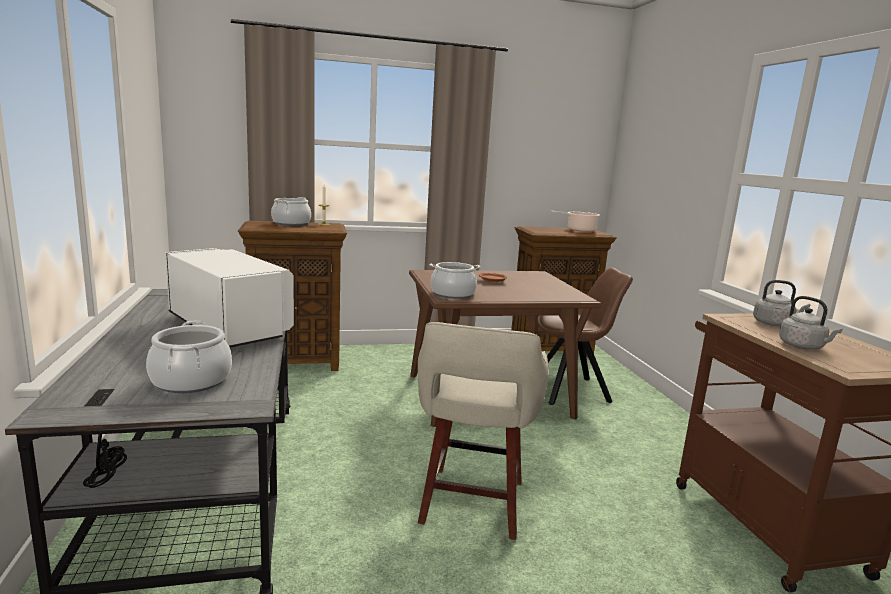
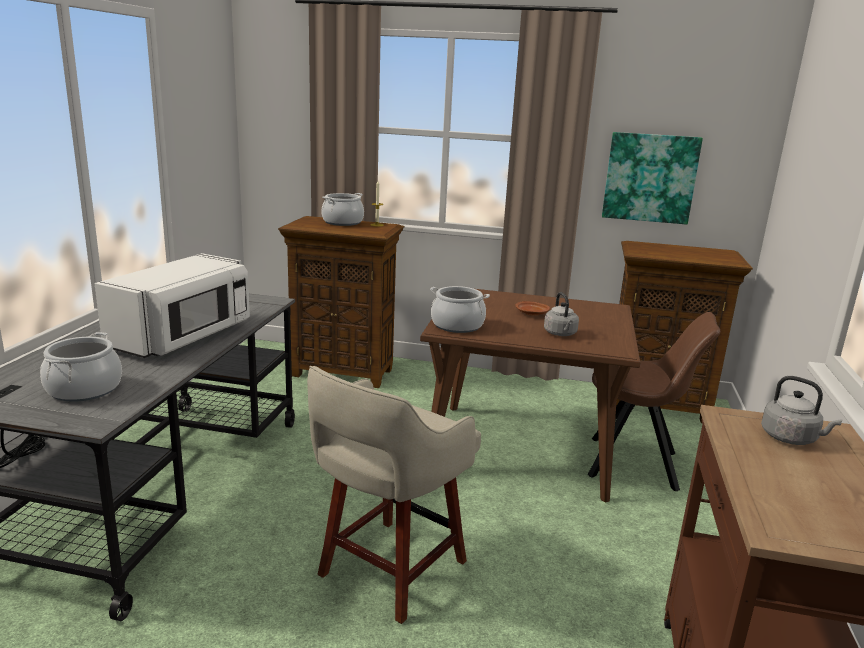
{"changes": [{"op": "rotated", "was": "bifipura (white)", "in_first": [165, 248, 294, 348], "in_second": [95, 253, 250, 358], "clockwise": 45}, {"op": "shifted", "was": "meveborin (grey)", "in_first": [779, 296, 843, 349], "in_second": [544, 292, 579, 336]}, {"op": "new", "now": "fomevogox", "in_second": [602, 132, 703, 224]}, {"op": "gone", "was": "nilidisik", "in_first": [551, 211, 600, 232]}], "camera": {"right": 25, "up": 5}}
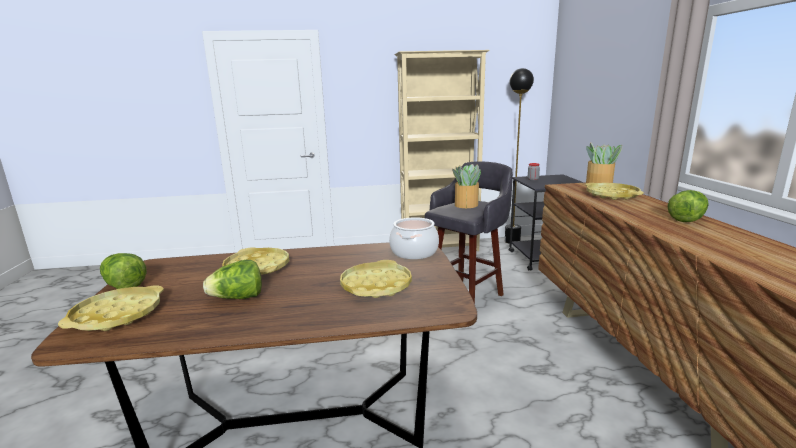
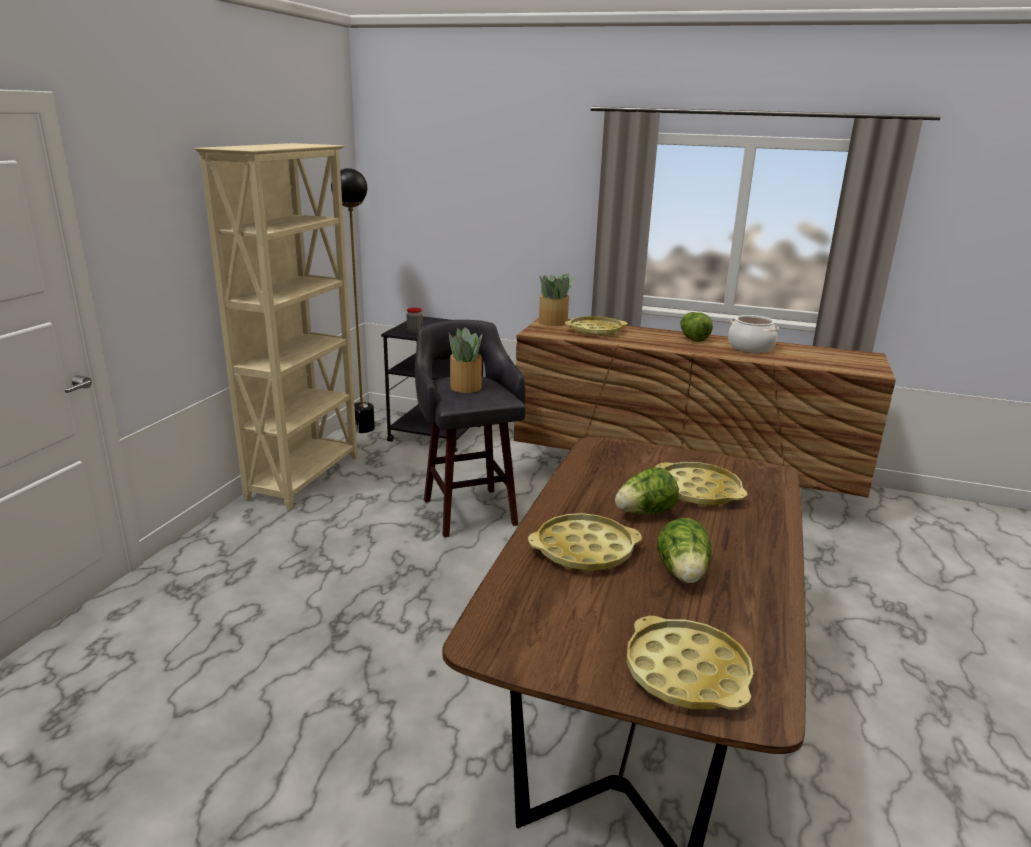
{"changes": [{"op": "shifted", "was": "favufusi", "in_first": [100, 253, 147, 289], "in_second": [615, 468, 679, 514]}, {"op": "shifted", "was": "nilidisik", "in_first": [389, 217, 439, 259], "in_second": [728, 315, 779, 353]}], "camera": {"right": -65, "up": 5}}
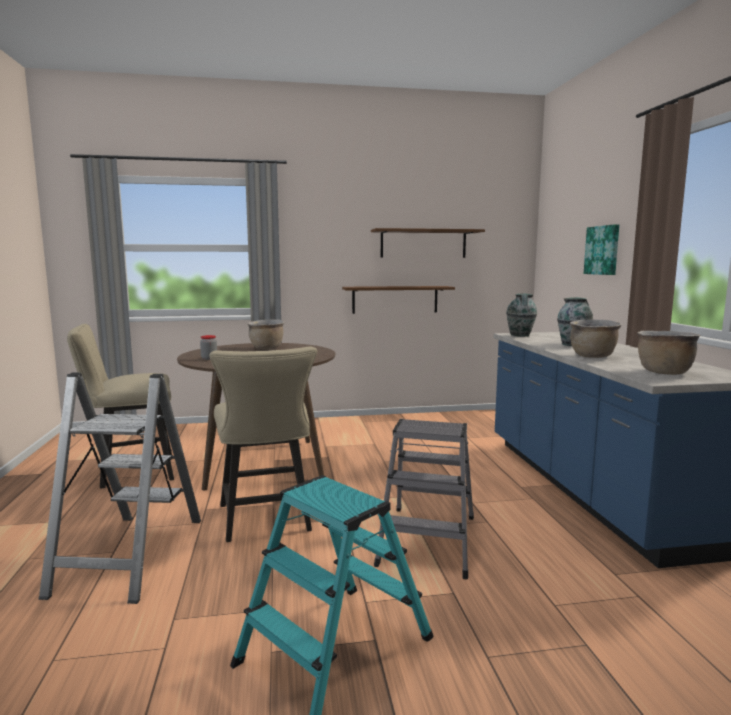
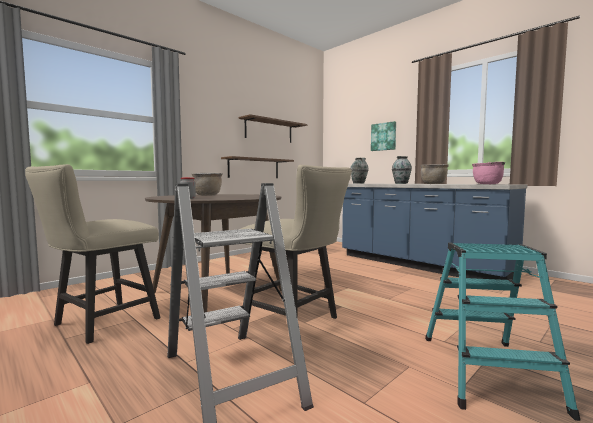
{"changes": [{"op": "repainted", "was": "nilidisik (brown)", "now": "nilidisik (pink)", "in_first": [637, 331, 700, 375], "in_second": [472, 162, 505, 184]}, {"op": "gone", "was": "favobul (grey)", "in_first": [374, 419, 474, 580]}], "camera": {"right": -35, "up": -5}}
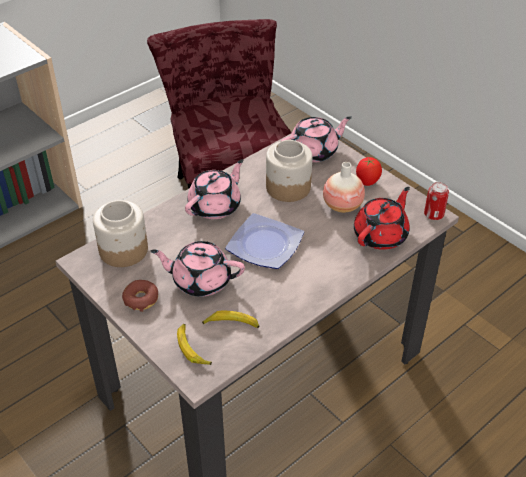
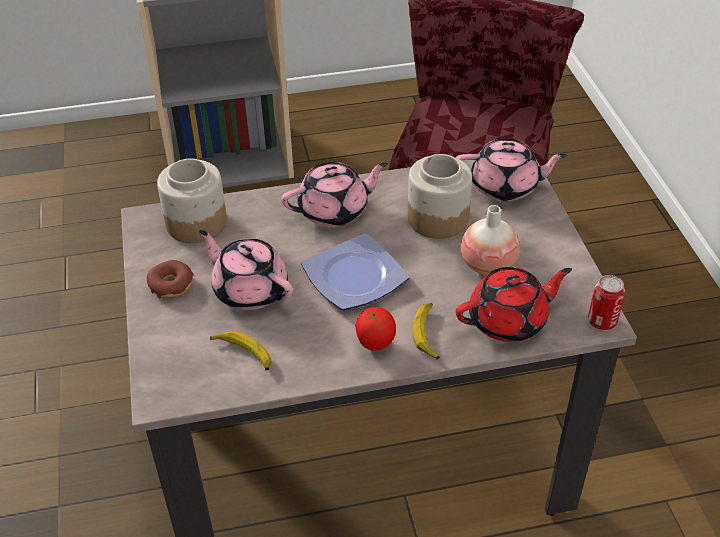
{"changes": [{"op": "shifted", "was": "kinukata", "in_first": [356, 157, 382, 186], "in_second": [355, 307, 396, 351]}, {"op": "shifted", "was": "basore", "in_first": [177, 324, 212, 365], "in_second": [413, 303, 440, 359]}], "camera": {"right": 30, "up": 0}}
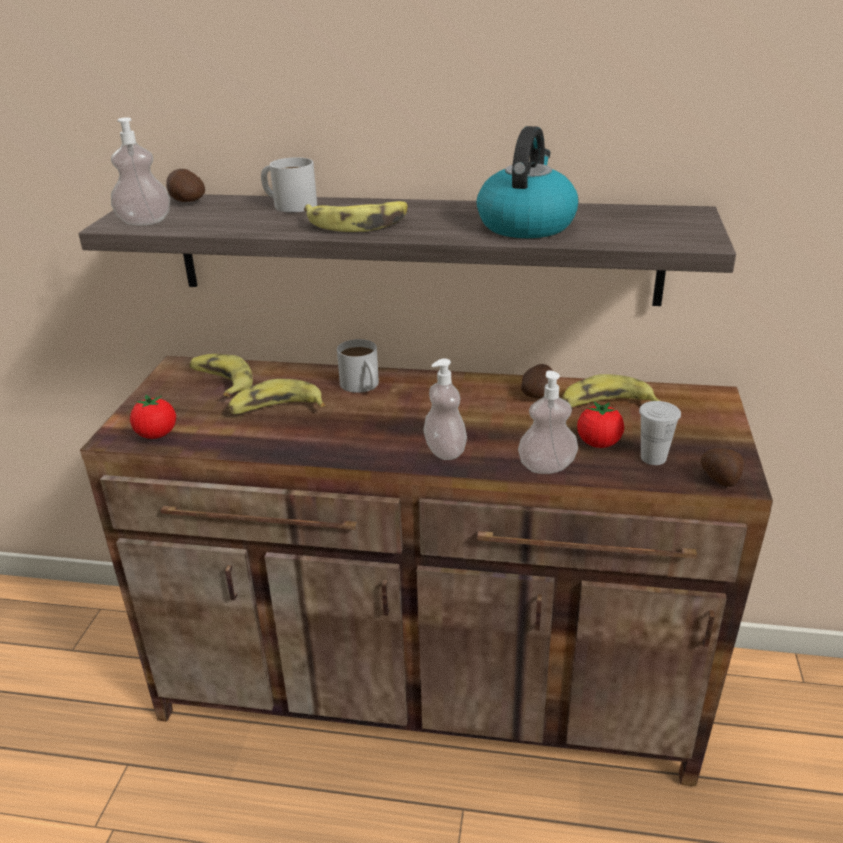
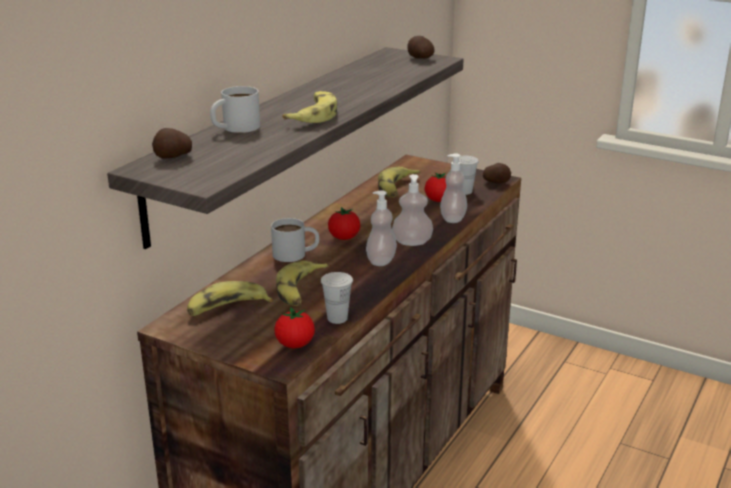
{"changes": [{"op": "new", "now": "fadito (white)", "in_second": [321, 272, 353, 324]}, {"op": "new", "now": "kinukata", "in_second": [328, 207, 360, 240]}, {"op": "shifted", "was": "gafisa", "in_first": [111, 117, 170, 226], "in_second": [366, 190, 397, 266]}, {"op": "shifted", "was": "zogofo", "in_first": [521, 364, 553, 398], "in_second": [407, 36, 435, 59]}, {"op": "gone", "was": "meveborin", "in_first": [477, 126, 578, 238]}], "camera": {"right": -70, "up": -5}}
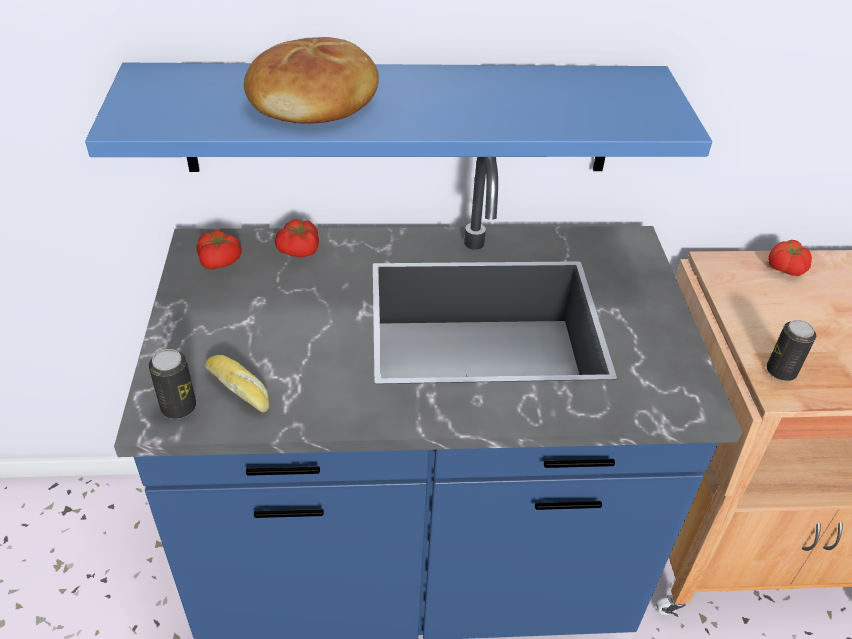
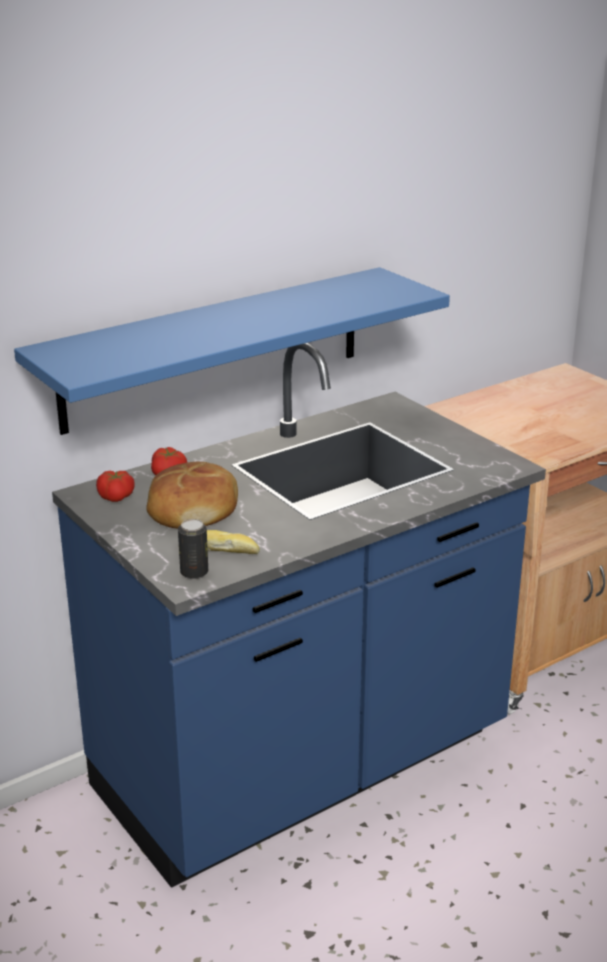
{"changes": [{"op": "shifted", "was": "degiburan", "in_first": [244, 37, 379, 124], "in_second": [146, 462, 238, 528]}, {"op": "gone", "was": "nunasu", "in_first": [766, 320, 816, 381]}, {"op": "gone", "was": "kinukata", "in_first": [768, 240, 812, 276]}], "camera": {"right": -30, "up": -15}}
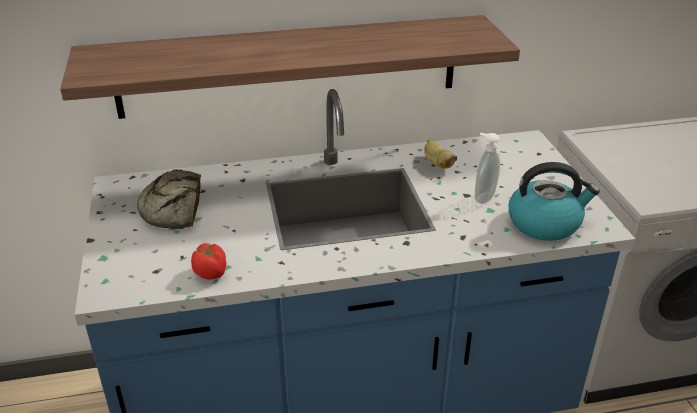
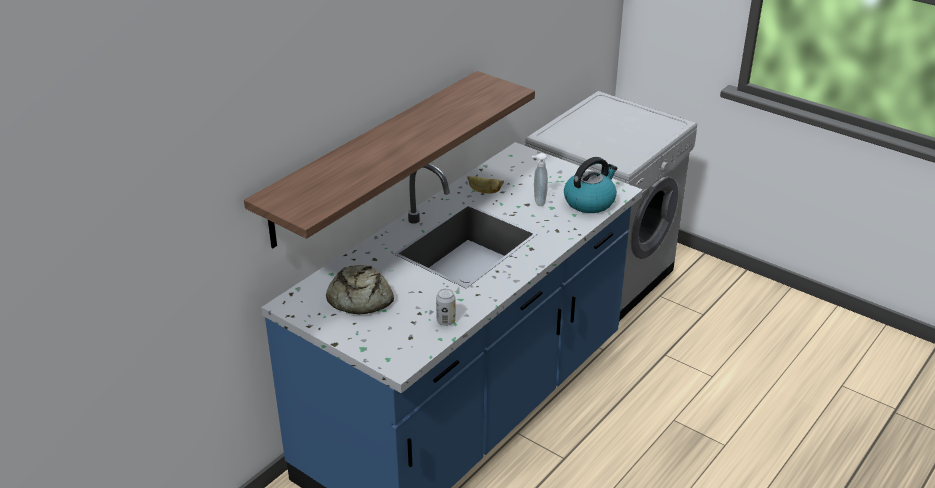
{"changes": [{"op": "swapped", "was": "kinukata", "now": "nunasu", "in_first": [191, 243, 226, 280], "in_second": [436, 289, 456, 326]}], "camera": {"right": -40, "up": 0}}
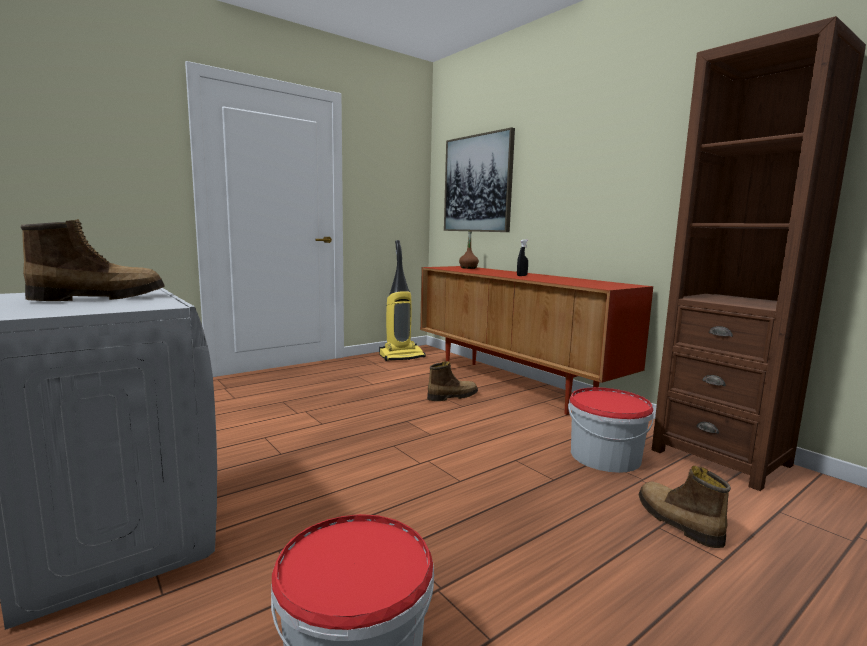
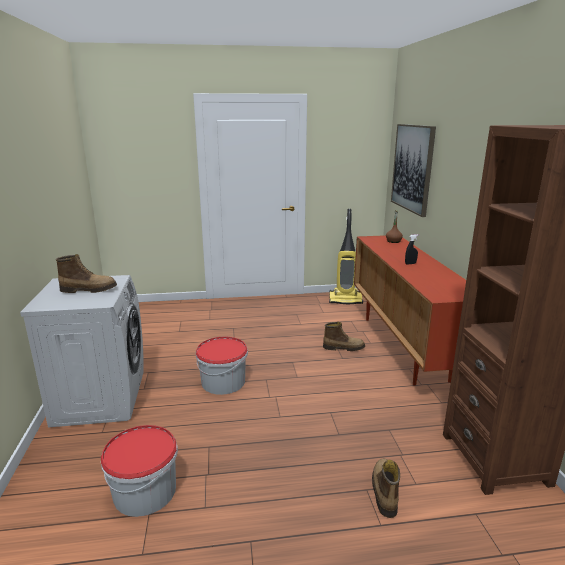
{"changes": [{"op": "shifted", "was": "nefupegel", "in_first": [568, 387, 654, 473], "in_second": [196, 336, 248, 395]}], "camera": {"right": 30, "up": 10}}
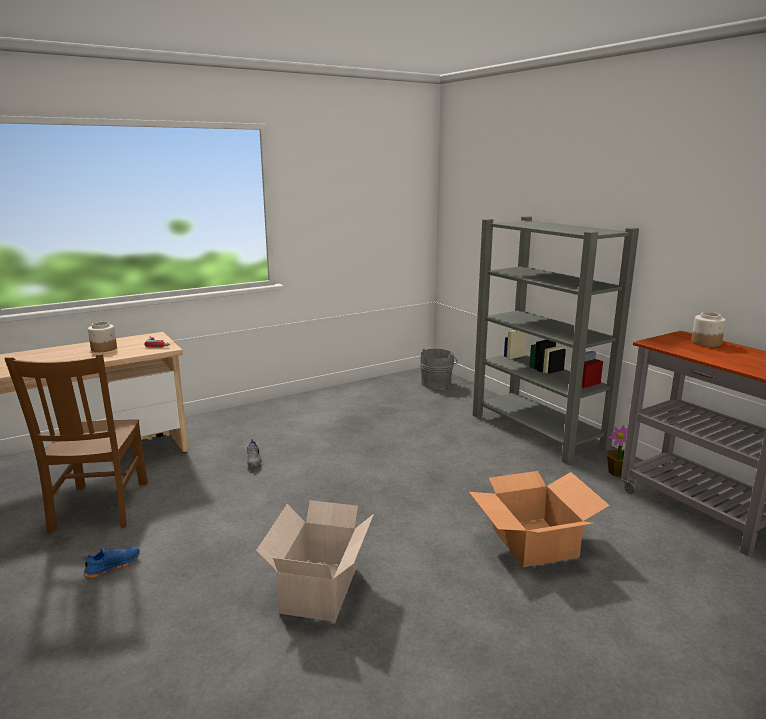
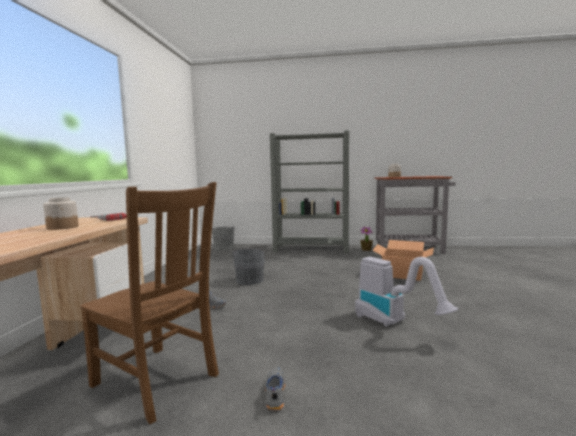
{"changes": [{"op": "new", "now": "nefupegel (grey)", "in_second": [232, 249, 266, 285]}, {"op": "repainted", "was": "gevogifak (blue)", "now": "gevogifak (grey)", "in_first": [83, 546, 140, 578], "in_second": [265, 367, 285, 411]}, {"op": "swapped", "was": "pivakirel", "now": "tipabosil", "in_first": [256, 500, 374, 622], "in_second": [355, 257, 458, 327]}], "camera": {"right": -50, "up": -10}}
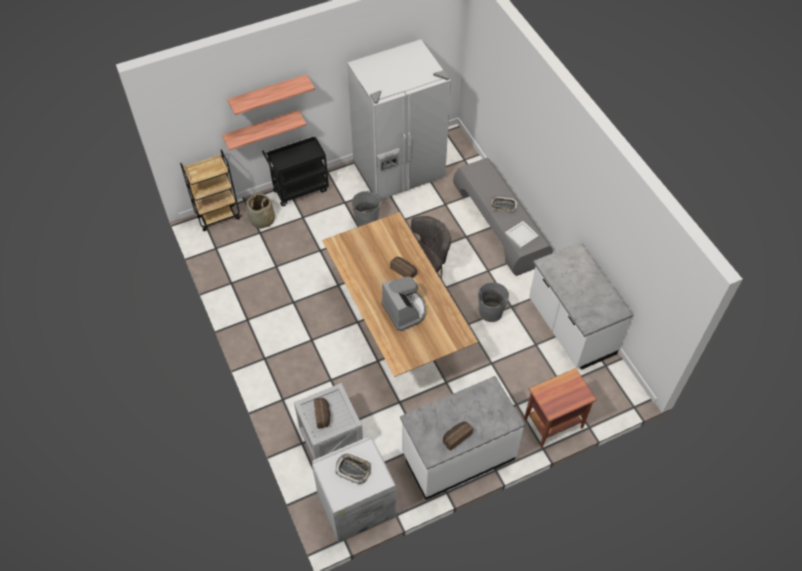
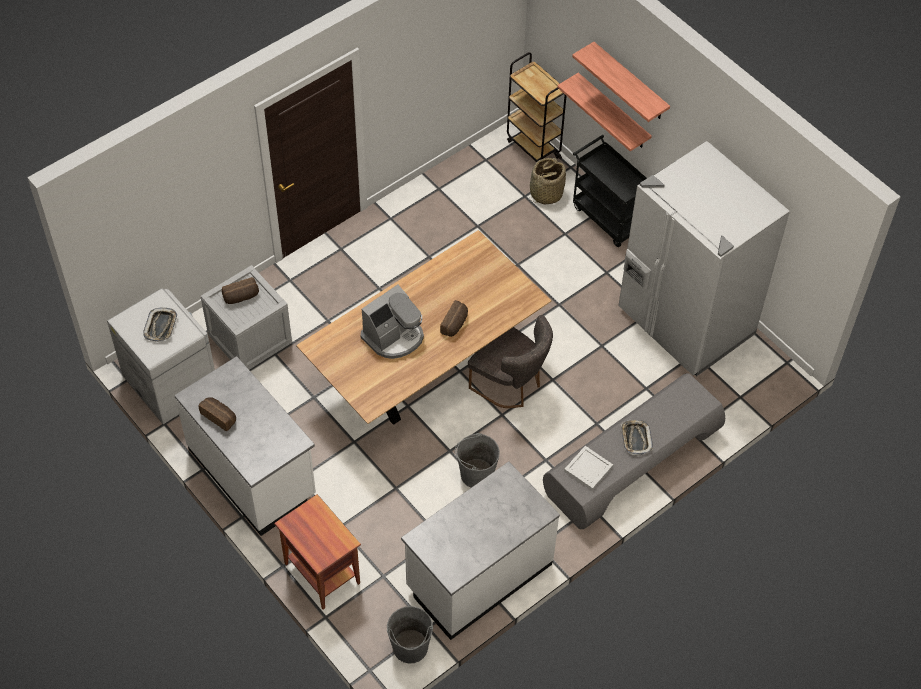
{"changes": [{"op": "shifted", "was": "nefupegel (grey)", "in_first": [352, 191, 381, 226], "in_second": [387, 606, 433, 664]}], "camera": {"right": 75, "up": 0}}
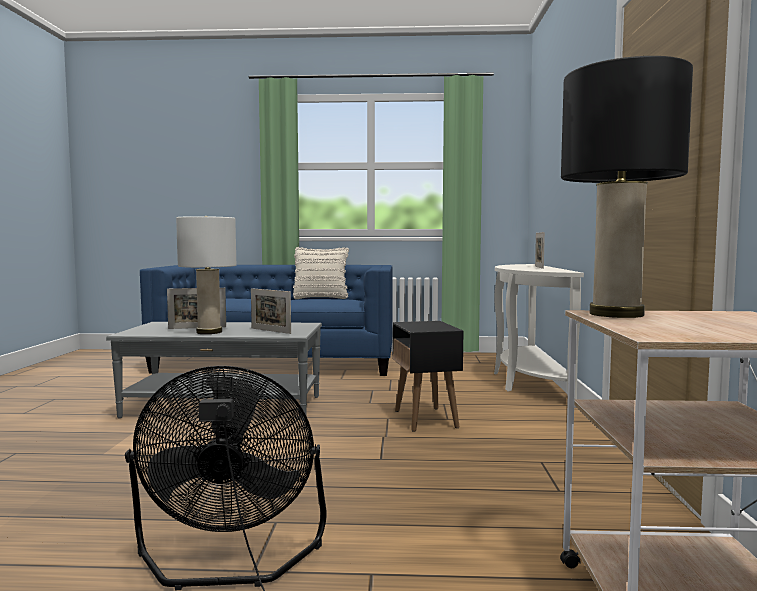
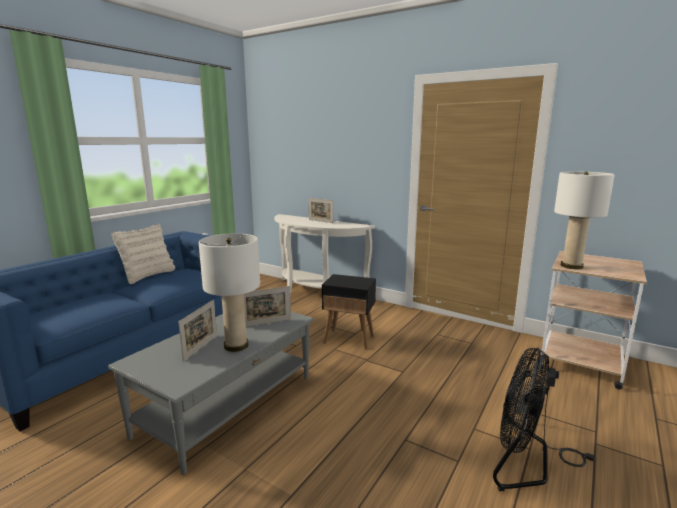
{"changes": [{"op": "repainted", "was": "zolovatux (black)", "now": "zolovatux (white)", "in_first": [561, 56, 693, 318], "in_second": [554, 171, 614, 269]}], "camera": {"right": -60, "up": 10}}
